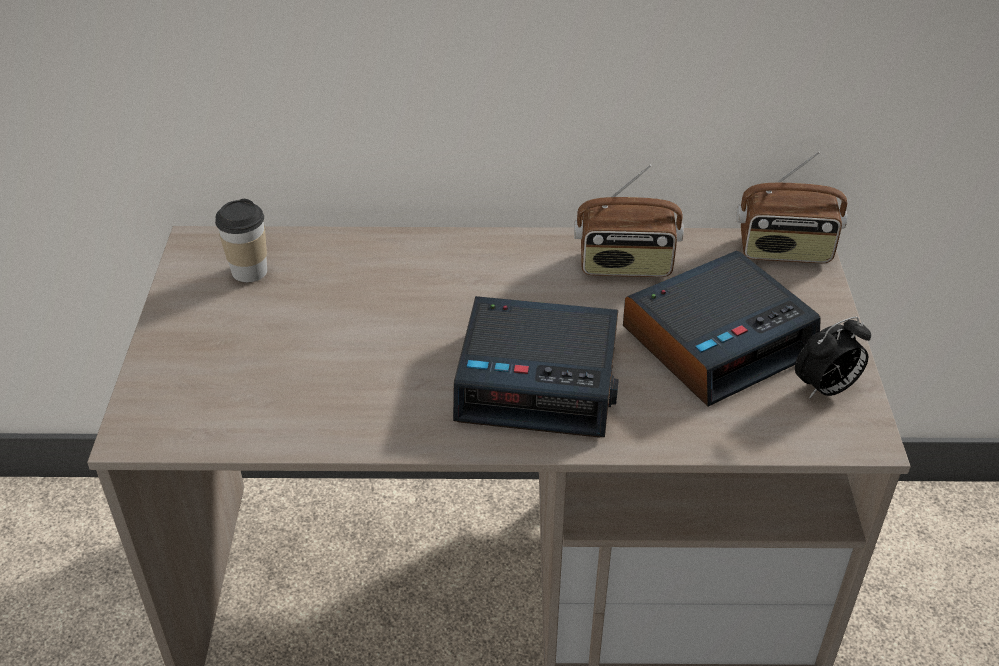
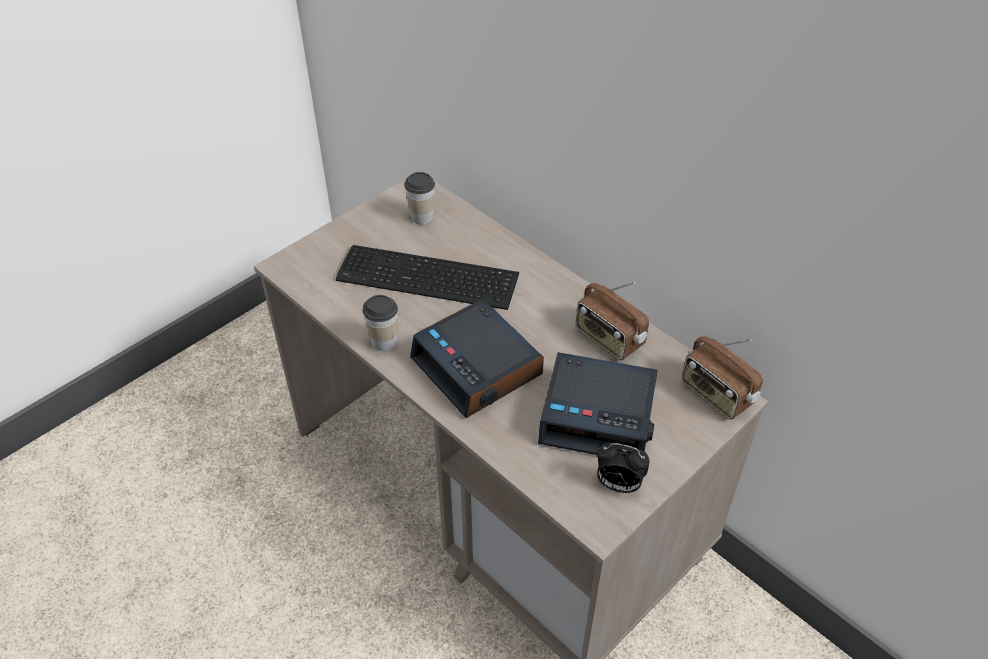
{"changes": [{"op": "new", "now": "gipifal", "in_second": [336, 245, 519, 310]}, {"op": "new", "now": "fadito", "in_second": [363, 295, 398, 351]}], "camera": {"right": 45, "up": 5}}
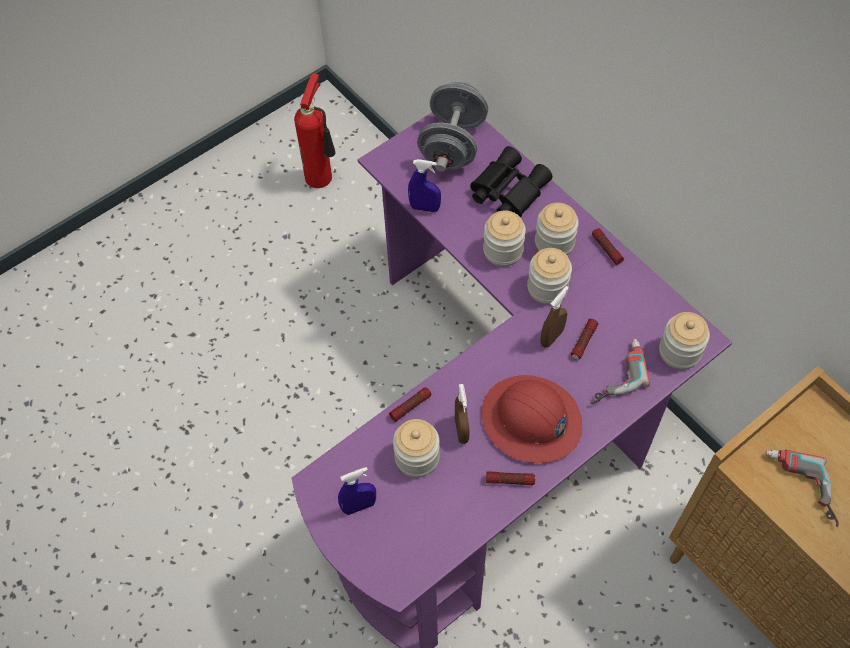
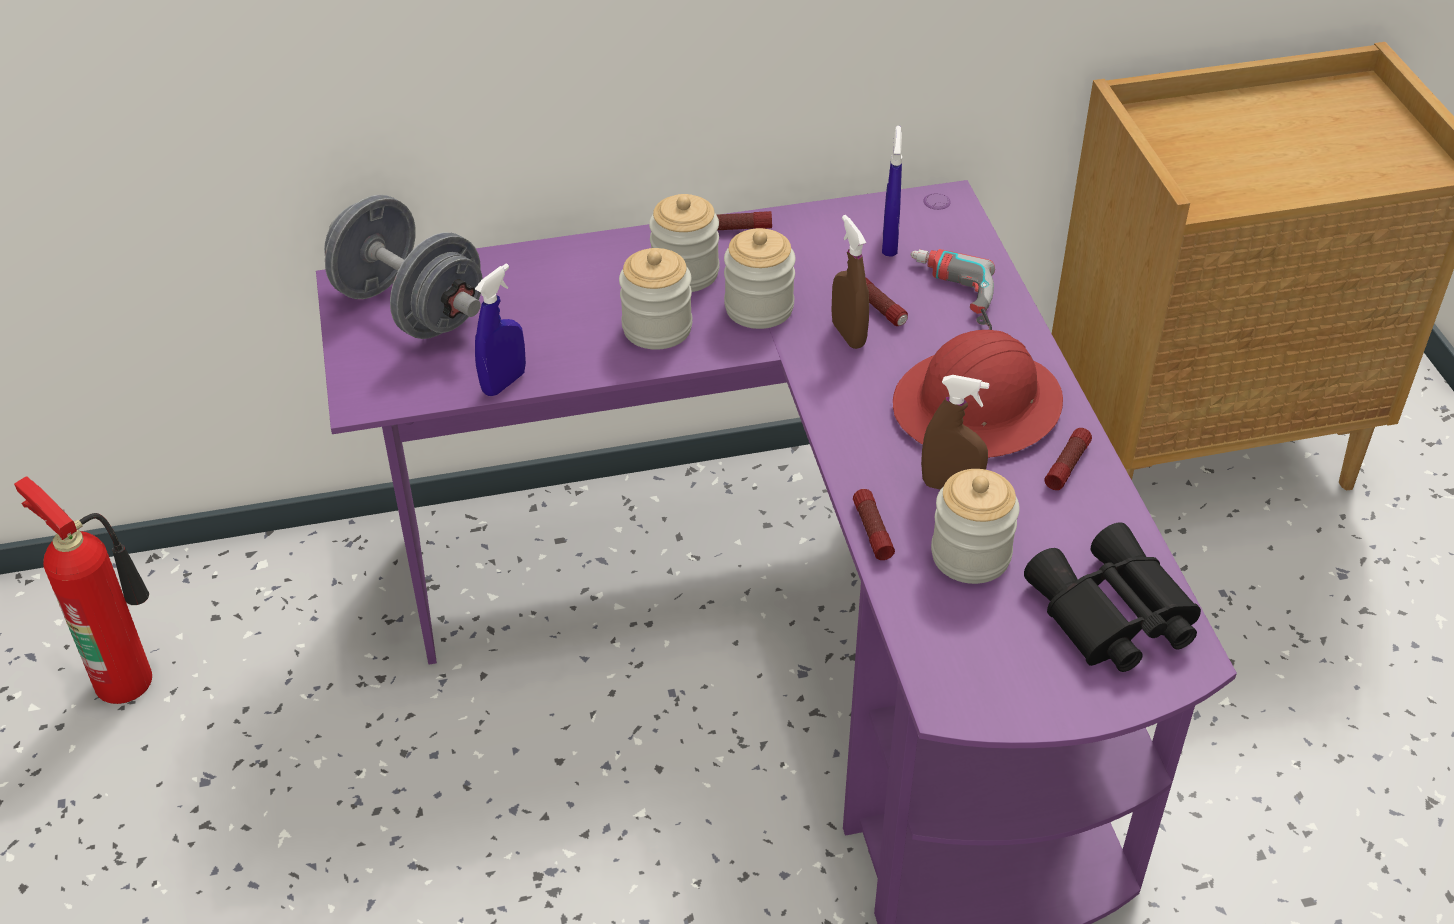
{"changes": [{"op": "shifted", "was": "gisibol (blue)", "in_first": [338, 467, 376, 515], "in_second": [882, 126, 902, 257]}, {"op": "shifted", "was": "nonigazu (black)", "in_first": [470, 146, 553, 217], "in_second": [1024, 523, 1201, 672]}, {"op": "gone", "was": "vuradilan", "in_first": [659, 312, 710, 370]}, {"op": "gone", "was": "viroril", "in_first": [765, 449, 839, 527]}], "camera": {"right": -65, "up": -15}}
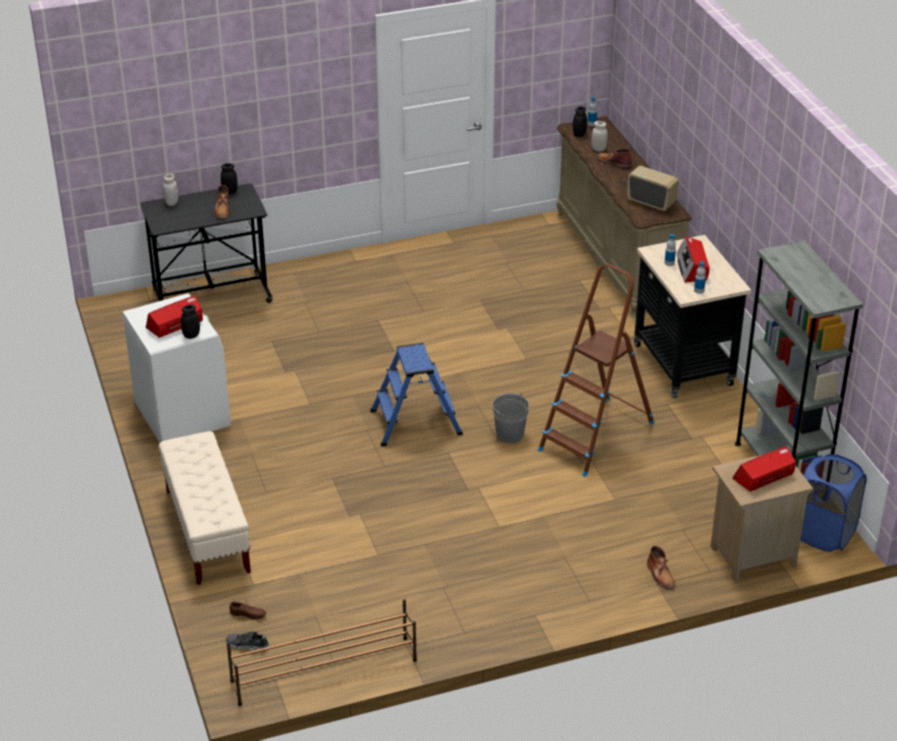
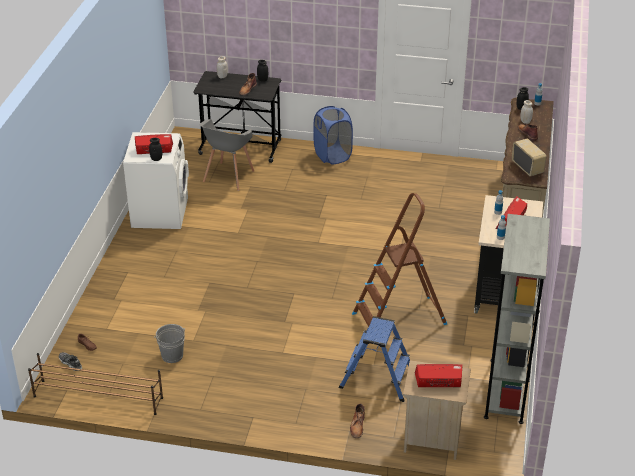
{"changes": [{"op": "shifted", "was": "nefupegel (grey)", "in_first": [492, 393, 529, 443], "in_second": [154, 324, 185, 363]}, {"op": "new", "now": "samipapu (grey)", "in_second": [200, 119, 254, 191]}, {"op": "shifted", "was": "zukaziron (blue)", "in_first": [800, 454, 867, 552], "in_second": [314, 106, 353, 165]}, {"op": "shifted", "was": "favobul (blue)", "in_first": [370, 343, 463, 447], "in_second": [338, 316, 410, 402]}, {"op": "gone", "was": "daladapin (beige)", "in_first": [159, 431, 251, 585]}], "camera": {"right": 30, "up": 0}}
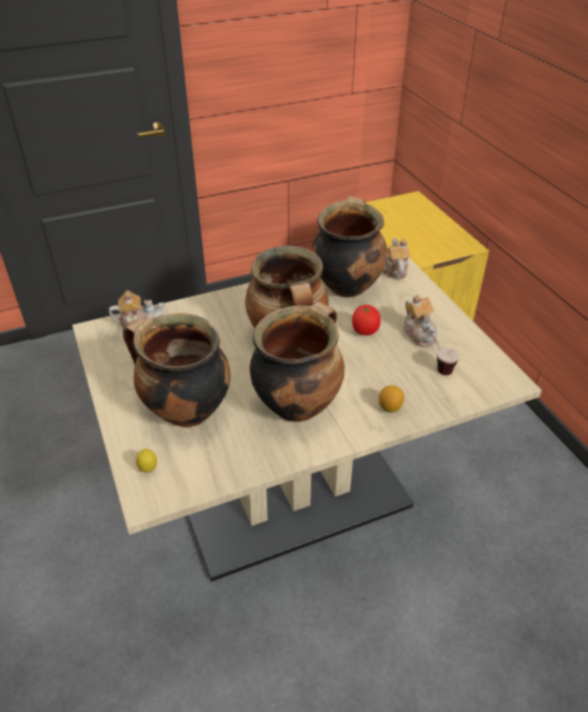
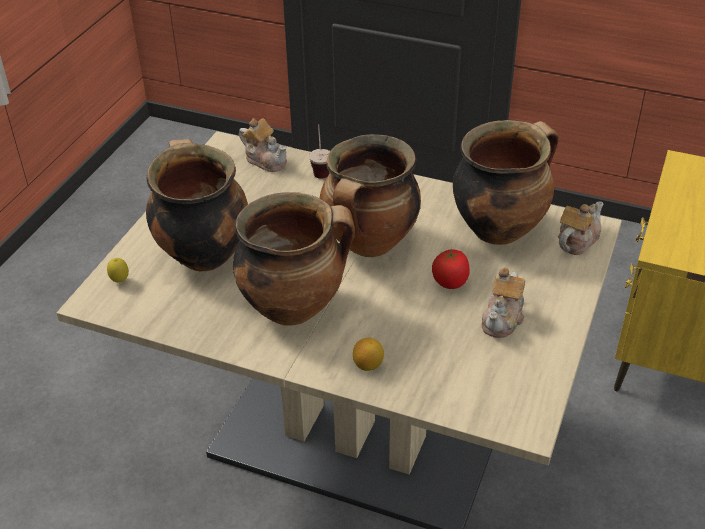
{"changes": [{"op": "shifted", "was": "fadito", "in_first": [424, 330, 460, 375], "in_second": [309, 124, 330, 179]}], "camera": {"right": 45, "up": 0}}
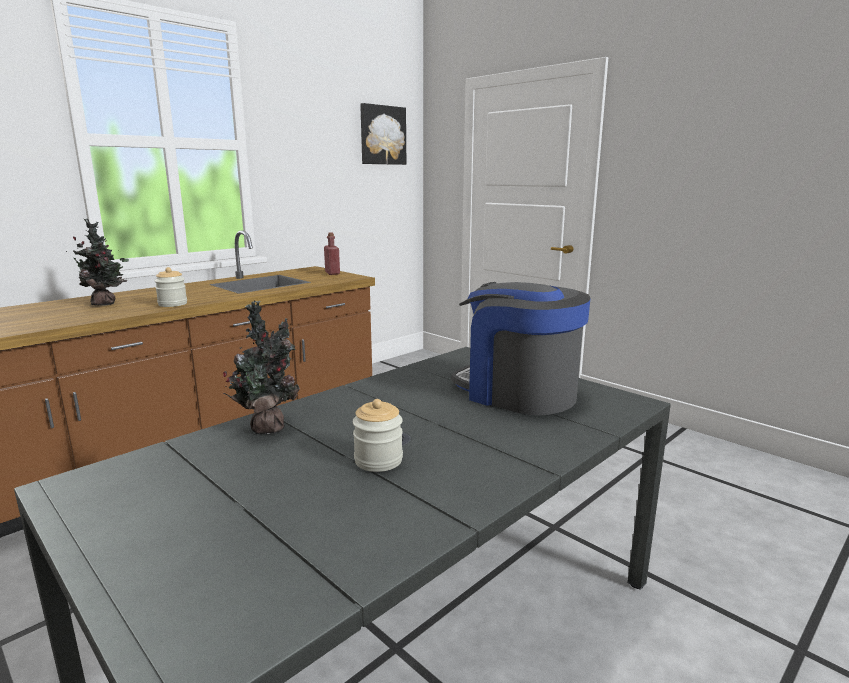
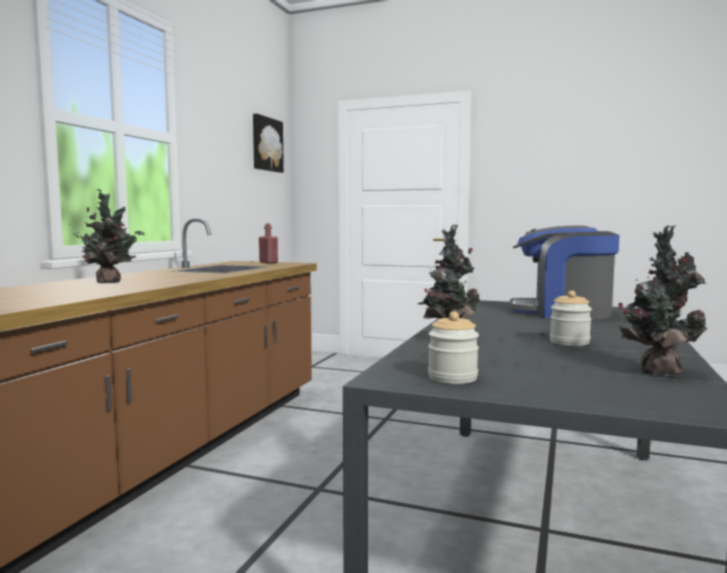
{"changes": [{"op": "shifted", "was": "vuradilan", "in_first": [155, 267, 187, 307], "in_second": [428, 311, 479, 384]}, {"op": "new", "now": "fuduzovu", "in_second": [617, 225, 707, 376]}], "camera": {"right": -25, "up": -10}}
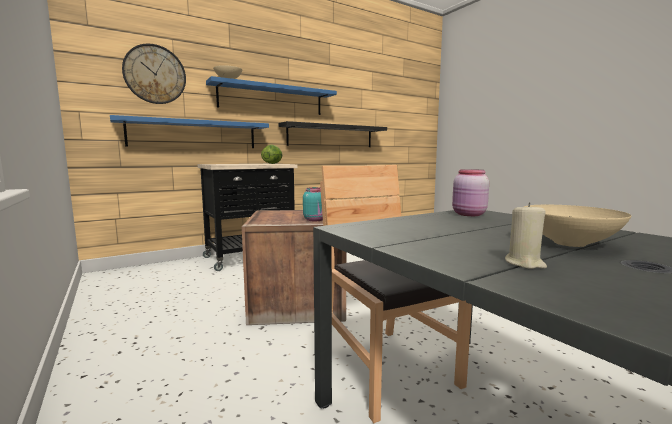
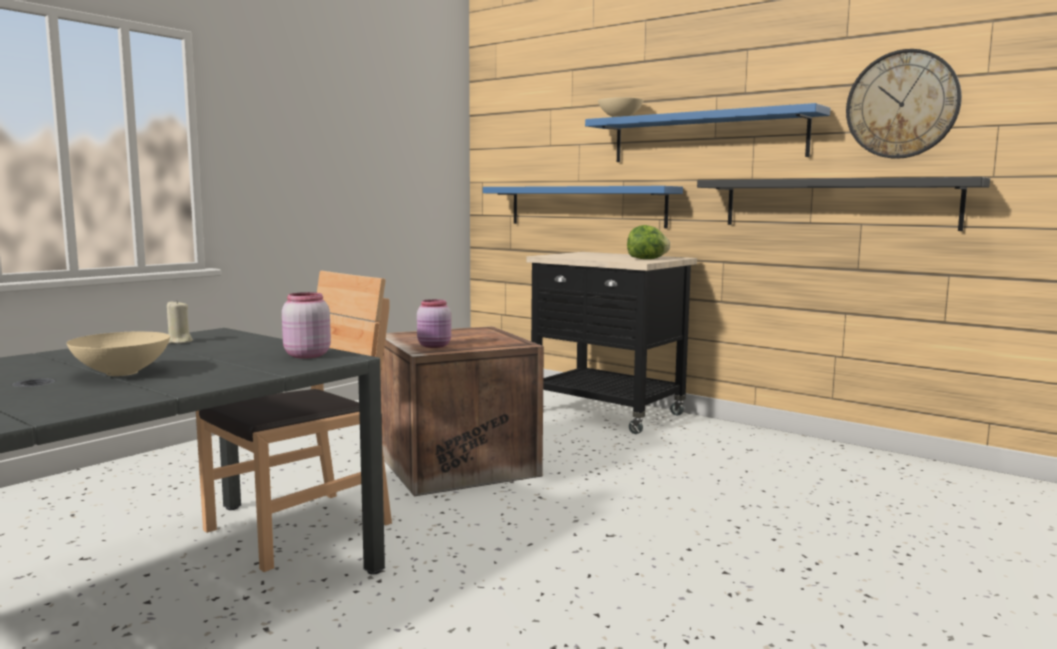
{"changes": [{"op": "shifted", "was": "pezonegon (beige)", "in_first": [505, 202, 547, 269], "in_second": [167, 300, 193, 344]}, {"op": "repainted", "was": "vuradilan (turquoise)", "now": "vuradilan (pink)", "in_first": [303, 187, 323, 221], "in_second": [417, 299, 451, 348]}, {"op": "shifted", "was": "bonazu", "in_first": [122, 44, 186, 104], "in_second": [846, 49, 962, 159]}], "camera": {"right": 70, "up": 0}}
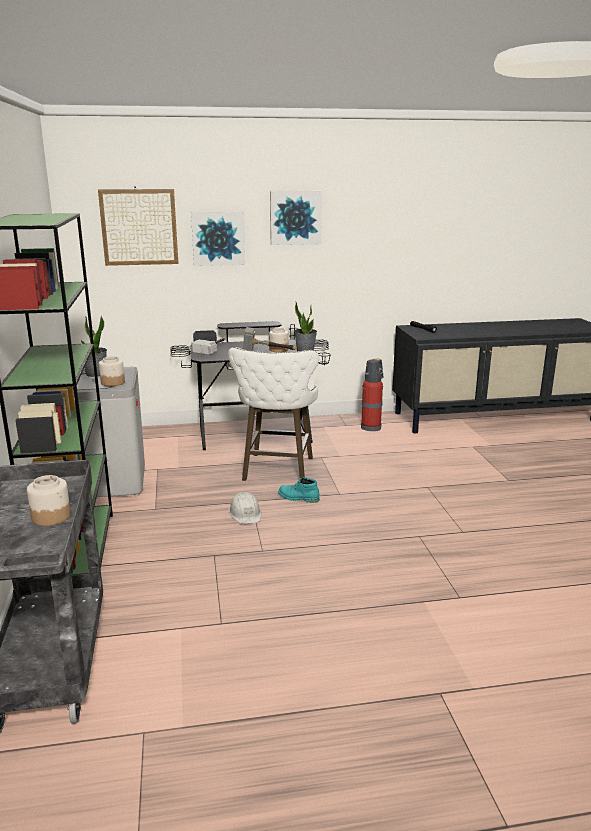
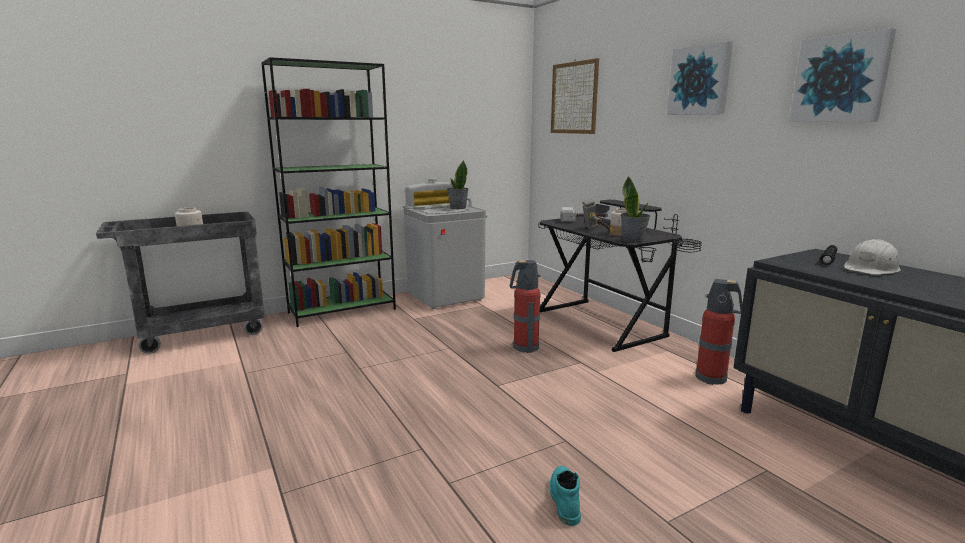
{"changes": [{"op": "swapped", "was": "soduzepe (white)", "now": "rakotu", "in_first": [228, 347, 319, 481], "in_second": [510, 260, 541, 353]}, {"op": "shifted", "was": "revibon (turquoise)", "in_first": [278, 477, 320, 503], "in_second": [549, 466, 581, 526]}, {"op": "shifted", "was": "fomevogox", "in_first": [191, 212, 245, 266], "in_second": [789, 28, 896, 122]}, {"op": "shifted", "was": "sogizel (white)", "in_first": [229, 492, 261, 524], "in_second": [844, 239, 901, 275]}, {"op": "gone", "was": "vuradilan", "in_first": [99, 356, 125, 386]}], "camera": {"right": 70, "up": -5}}
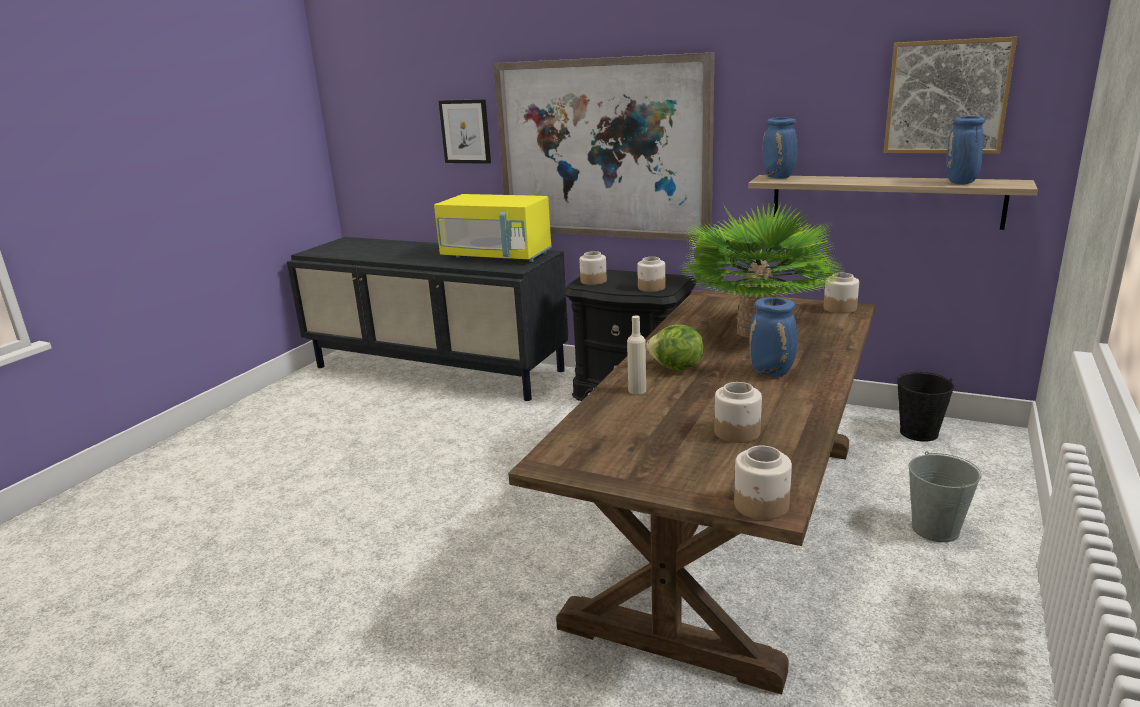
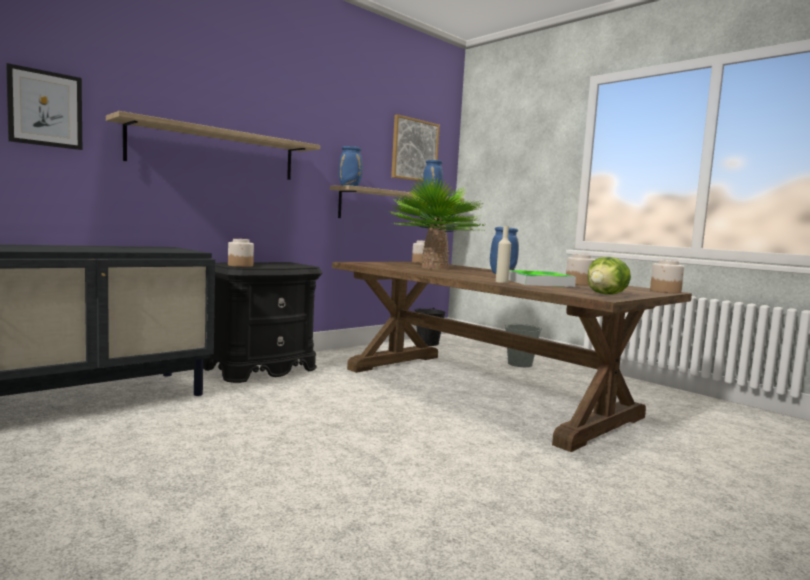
{"changes": [{"op": "swapped", "was": "fomevogox", "now": "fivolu", "in_first": [493, 52, 714, 241], "in_second": [106, 111, 320, 180]}, {"op": "new", "now": "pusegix", "in_second": [509, 270, 576, 287]}, {"op": "shifted", "was": "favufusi", "in_first": [646, 325, 704, 371], "in_second": [588, 257, 631, 294]}, {"op": "gone", "was": "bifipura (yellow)", "in_first": [434, 194, 552, 262]}, {"op": "gone", "was": "vuradilan", "in_first": [637, 257, 665, 292]}], "camera": {"right": -70, "up": -15}}
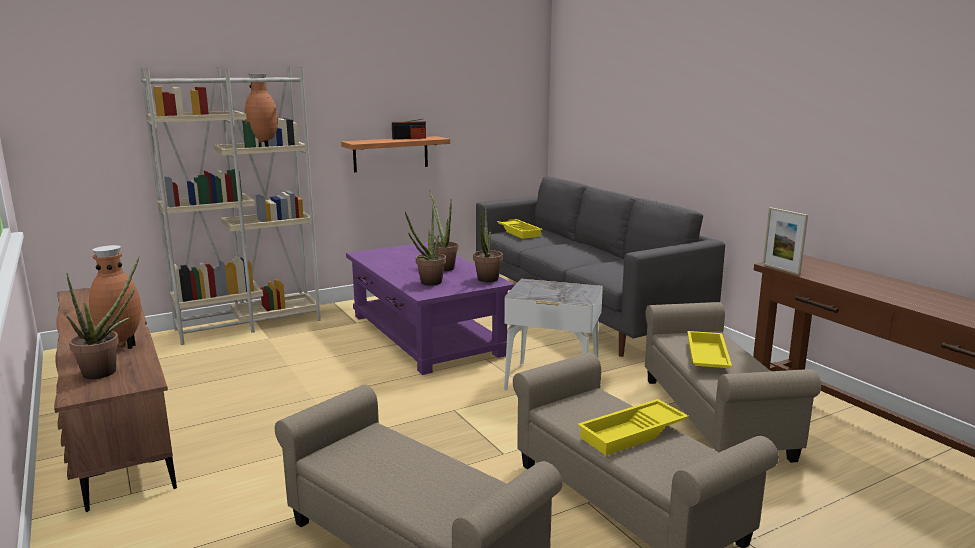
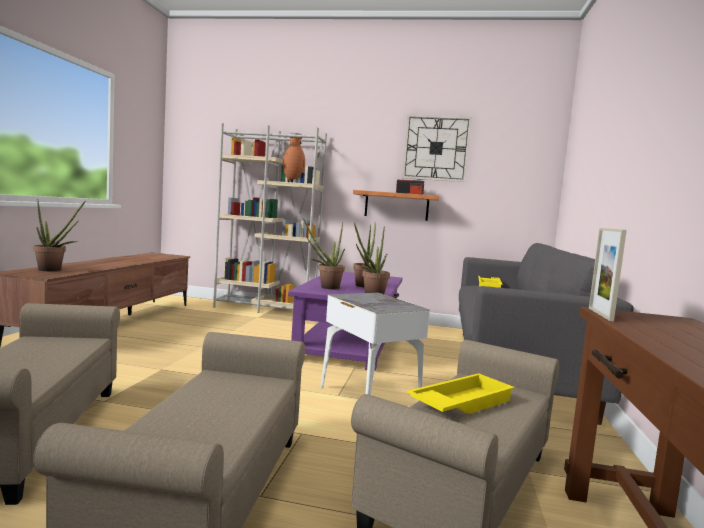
{"changes": [{"op": "new", "now": "bonazu", "in_second": [402, 114, 472, 182]}, {"op": "gone", "was": "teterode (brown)", "in_first": [89, 245, 141, 349]}, {"op": "gone", "was": "pusegix (yellow)", "in_first": [577, 399, 689, 456]}], "camera": {"right": 40, "up": -10}}
